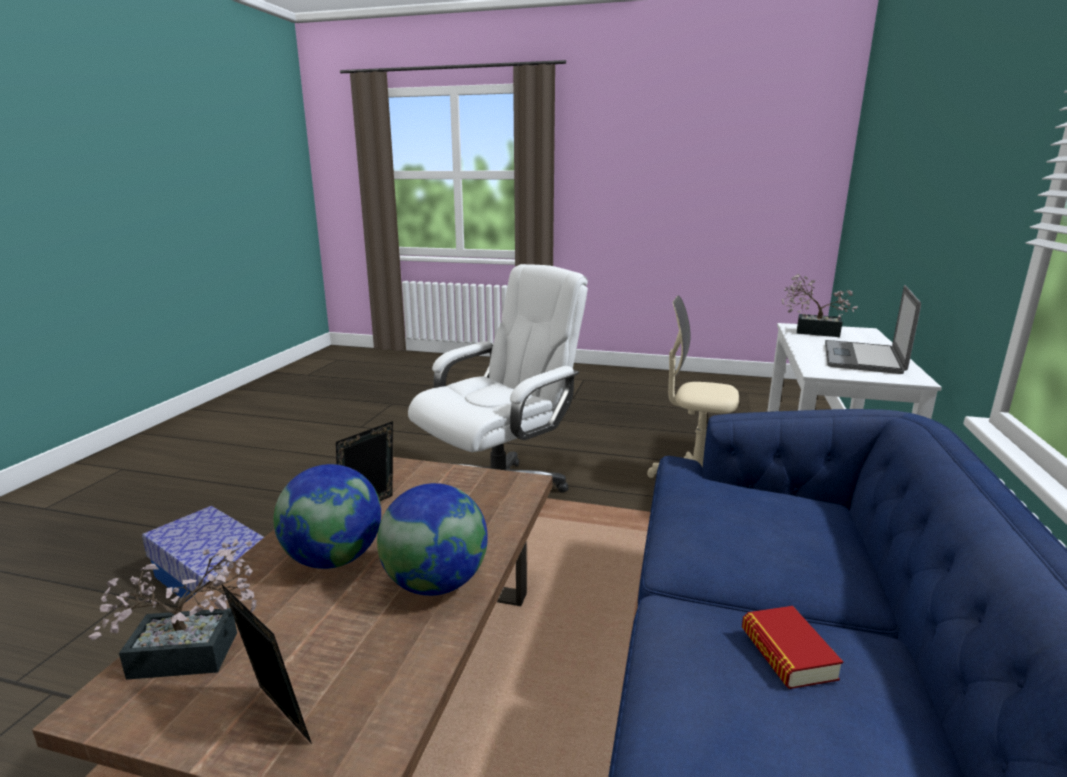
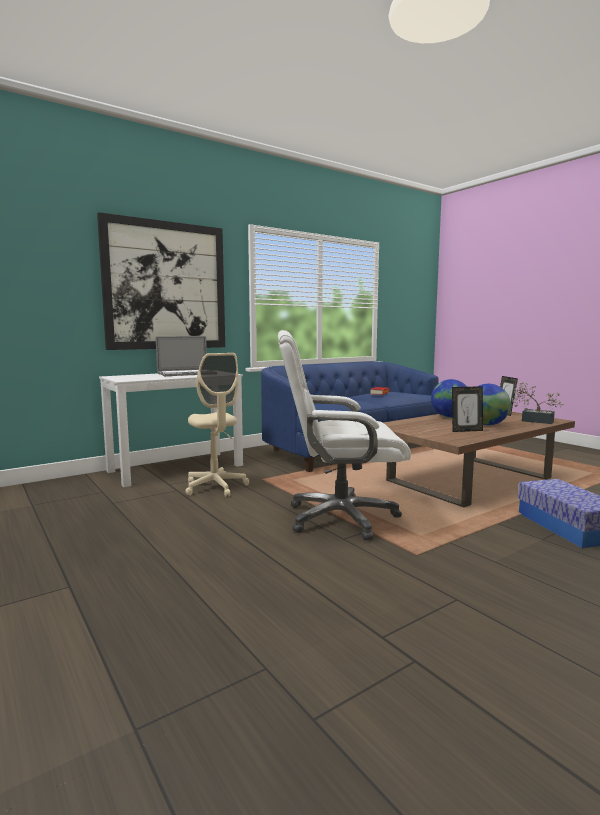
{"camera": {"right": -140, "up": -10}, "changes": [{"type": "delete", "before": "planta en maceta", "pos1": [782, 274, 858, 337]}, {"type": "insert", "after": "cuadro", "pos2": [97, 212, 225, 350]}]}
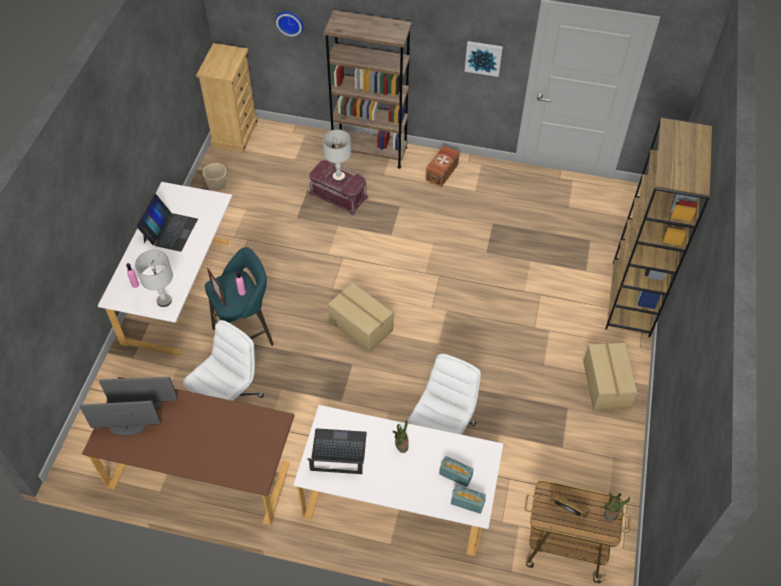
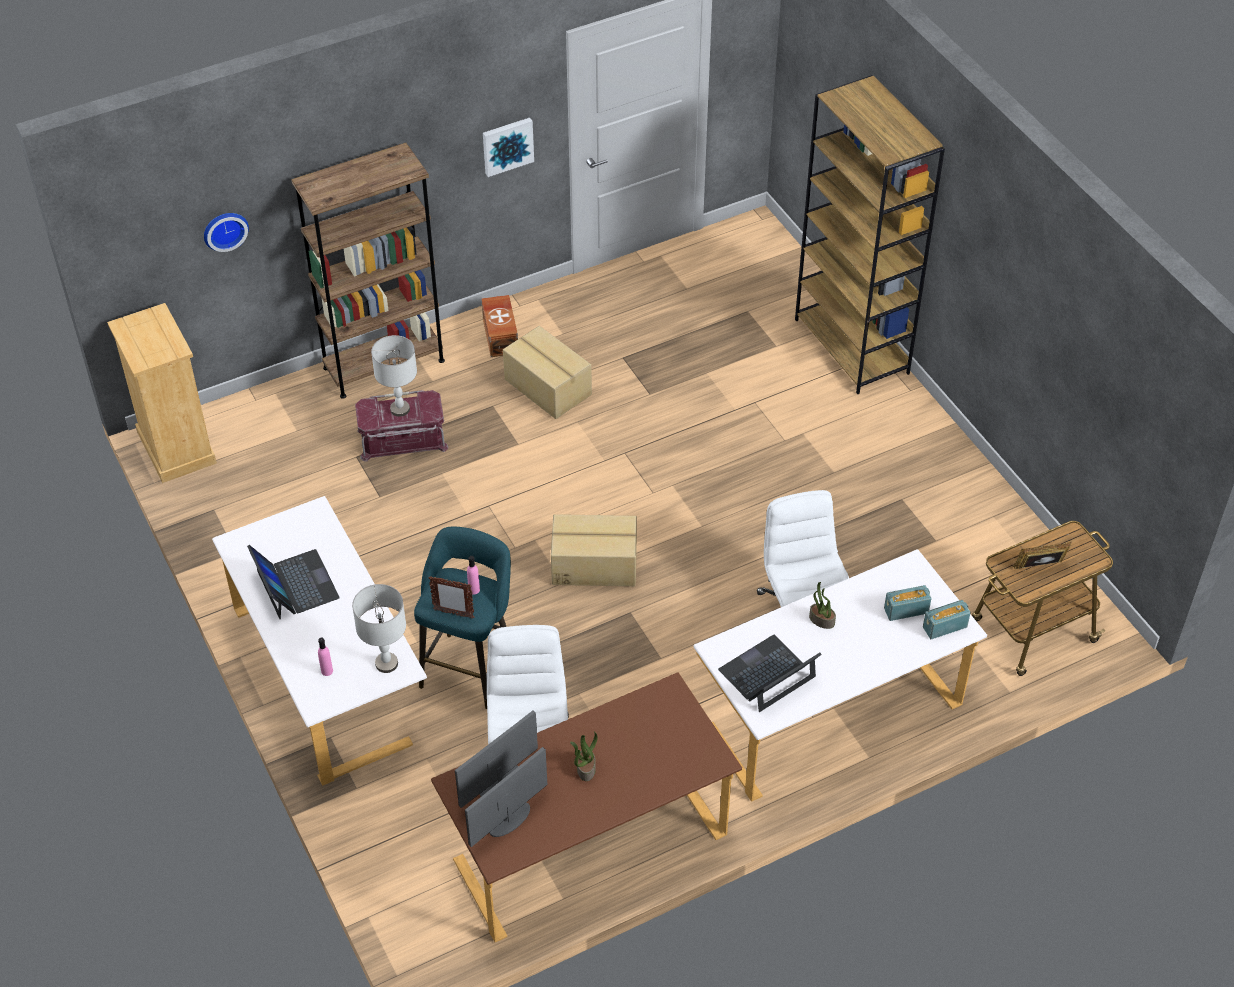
{"camera": {"right": -40, "up": -5}, "changes": [{"type": "delete", "before": "maceta [beis]", "pos1": [203, 163, 227, 191]}, {"type": "move", "before": "caja de cartón", "pos1": [583, 343, 637, 410], "pos2": [503, 326, 592, 419]}, {"type": "move", "before": "planta en maceta", "pos1": [604, 492, 630, 522], "pos2": [570, 732, 598, 781]}]}
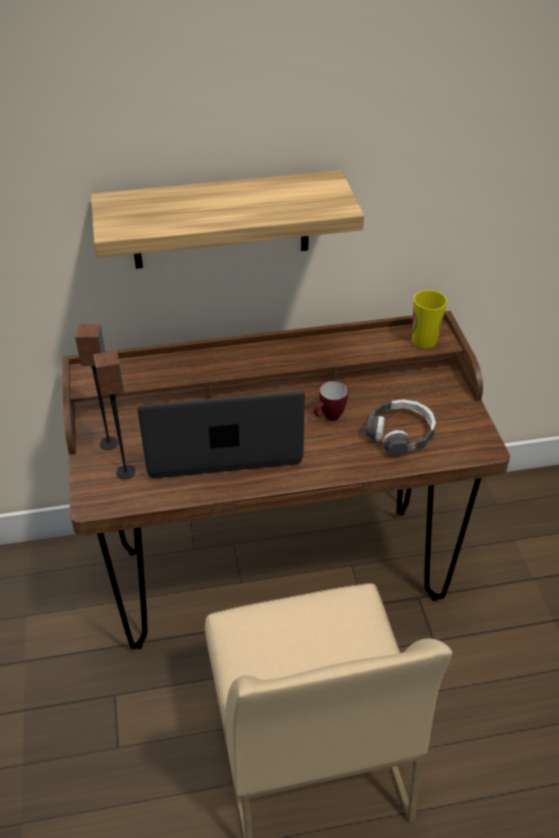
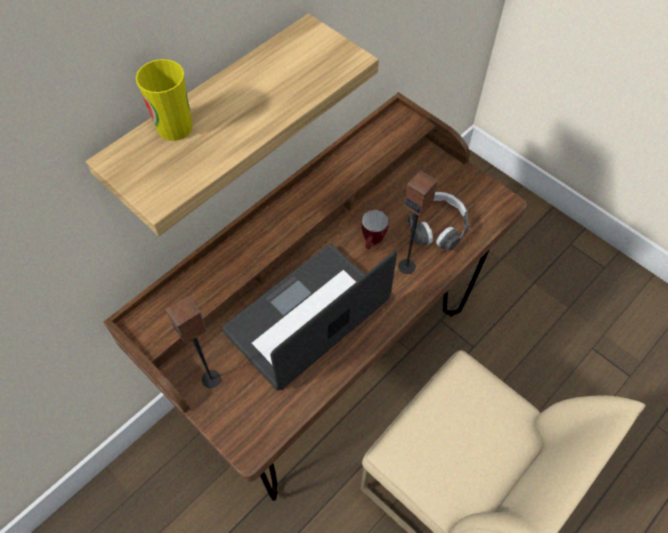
{"camera": {"right": -35, "up": 15}, "changes": [{"type": "move", "before": "altavoz", "pos1": [93, 350, 136, 479], "pos2": [398, 171, 438, 274]}, {"type": "move", "before": "taza", "pos1": [412, 290, 447, 348], "pos2": [136, 59, 193, 141]}]}
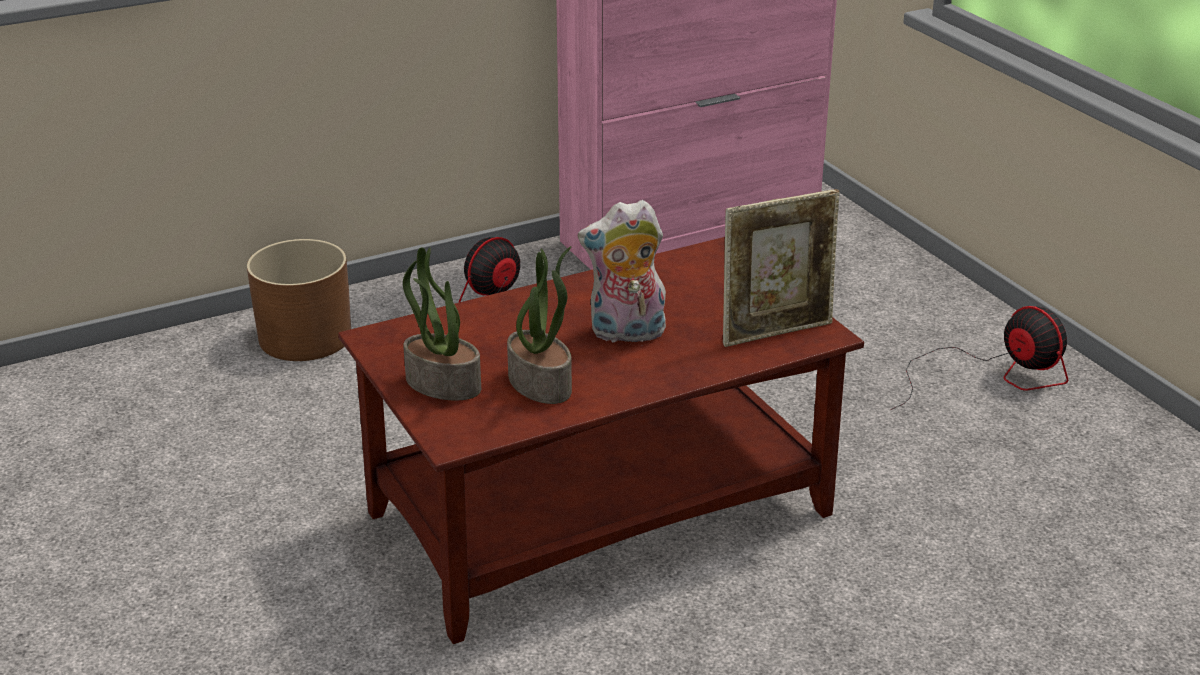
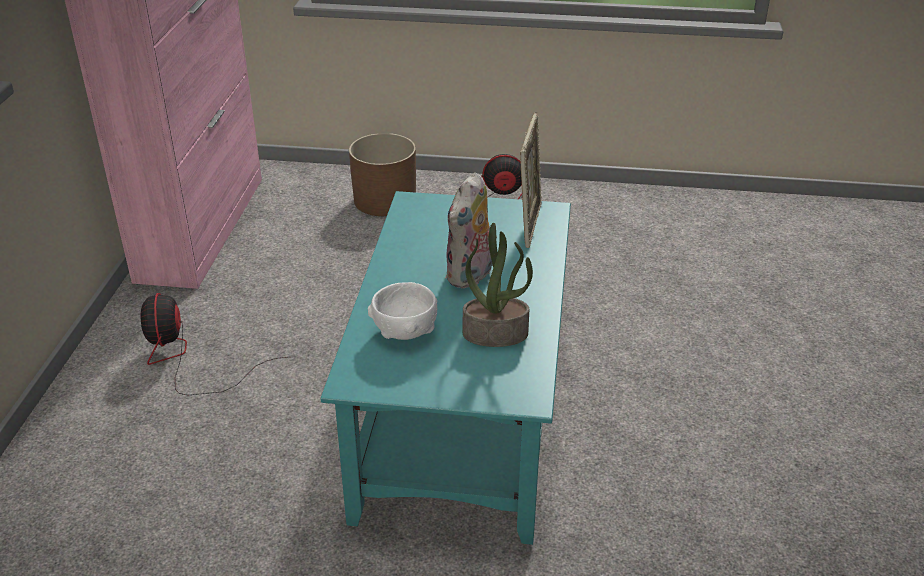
{"camera": {"right": -55, "up": 5}, "changes": [{"type": "delete", "before": "planta en maceta", "pos1": [403, 247, 481, 400]}, {"type": "insert", "after": "cuenco [blanco]", "pos2": [368, 282, 437, 340]}, {"type": "move", "before": "maceta [marrón]", "pos1": [247, 239, 351, 361], "pos2": [349, 133, 416, 216]}, {"type": "recolor", "before": "mesa de centro [marrón]", "after": "mesa de centro [turquesa]", "pos1": [338, 237, 864, 644], "pos2": [320, 191, 571, 545]}]}
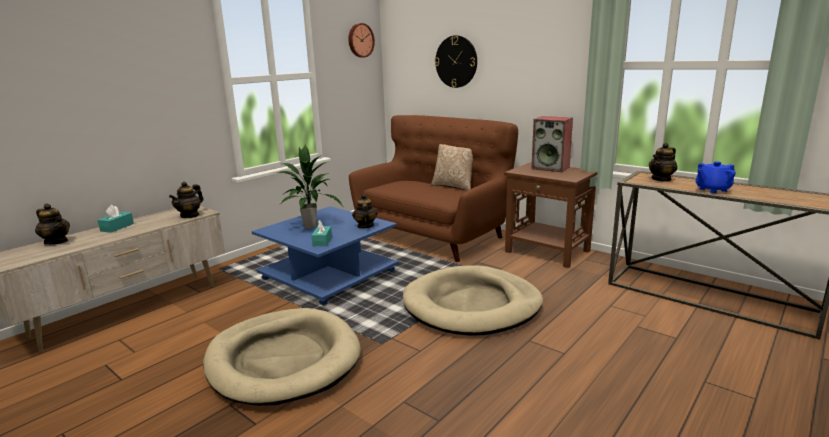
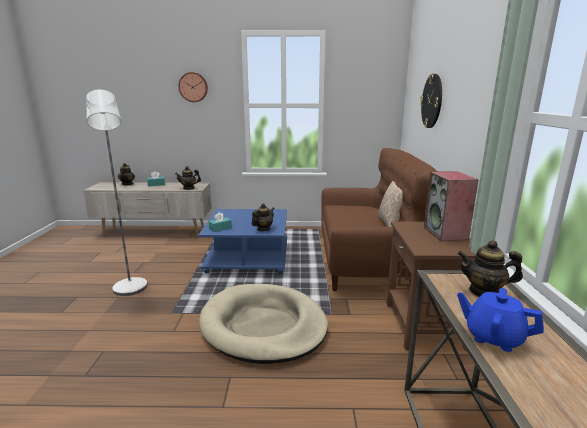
{"camera": {"right": 50, "up": 0}, "changes": [{"type": "delete", "before": "planta en maceta", "pos1": [276, 144, 343, 229]}, {"type": "move", "before": "reloj de pared", "pos1": [349, 23, 375, 58], "pos2": [178, 72, 208, 102]}, {"type": "replace", "before": "cama para perro [beis]", "after": "lámpara de pie [gris]", "pos1": [203, 308, 361, 406], "pos2": [86, 89, 148, 296]}]}
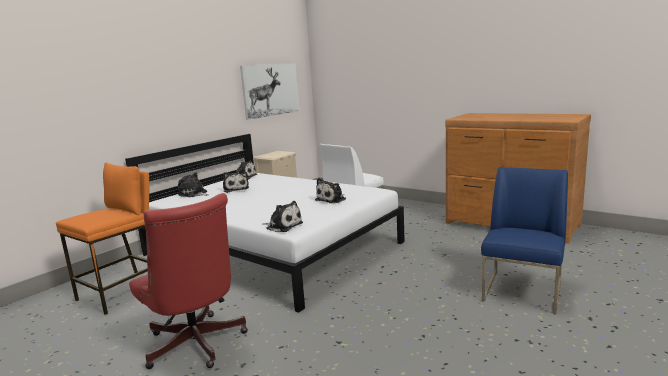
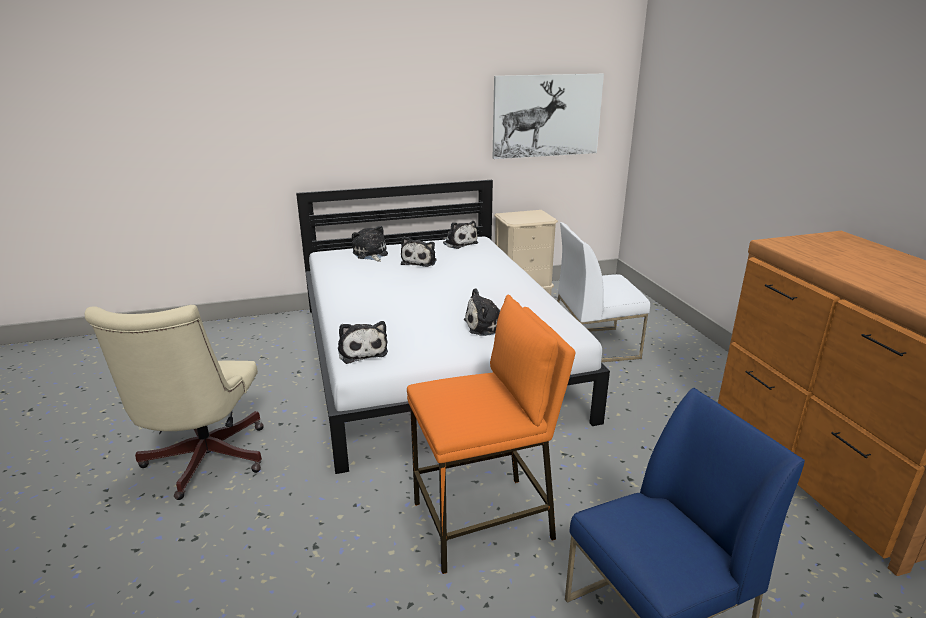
{"camera": {"right": 35, "up": 10}, "changes": [{"type": "move", "before": "taburete [naranja]", "pos1": [56, 162, 149, 315], "pos2": [407, 295, 575, 574]}, {"type": "recolor", "before": "silla de oficina [rojo]", "after": "silla de oficina [beis]", "pos1": [129, 193, 248, 369], "pos2": [85, 305, 264, 500]}]}
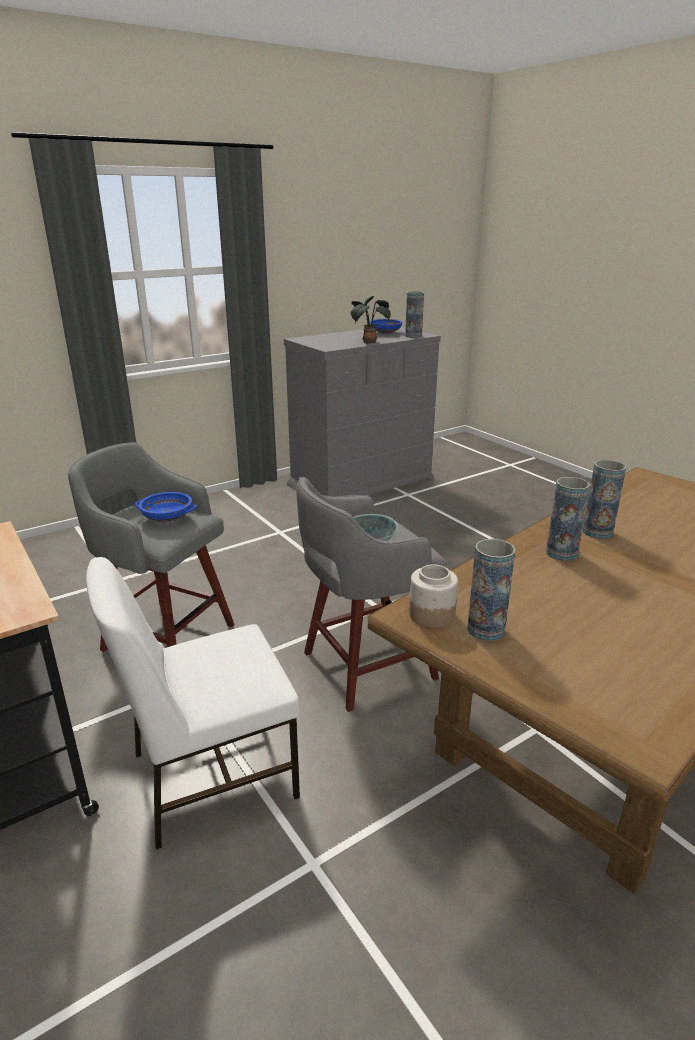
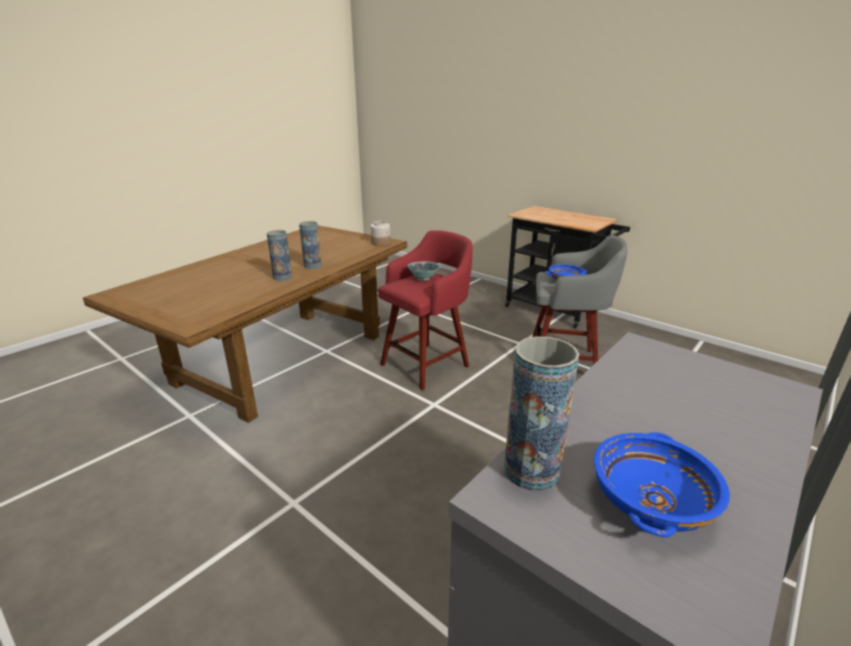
{"camera": {"right": 165, "up": 0}, "changes": [{"type": "delete", "before": "silla [blanco]", "pos1": [86, 557, 300, 849]}, {"type": "delete", "before": "planta en maceta", "pos1": [351, 296, 391, 344]}, {"type": "delete", "before": "florero", "pos1": [467, 539, 515, 641]}, {"type": "recolor", "before": "taburete [gris]", "after": "taburete [rojo]", "pos1": [296, 477, 446, 712], "pos2": [378, 230, 473, 391]}]}
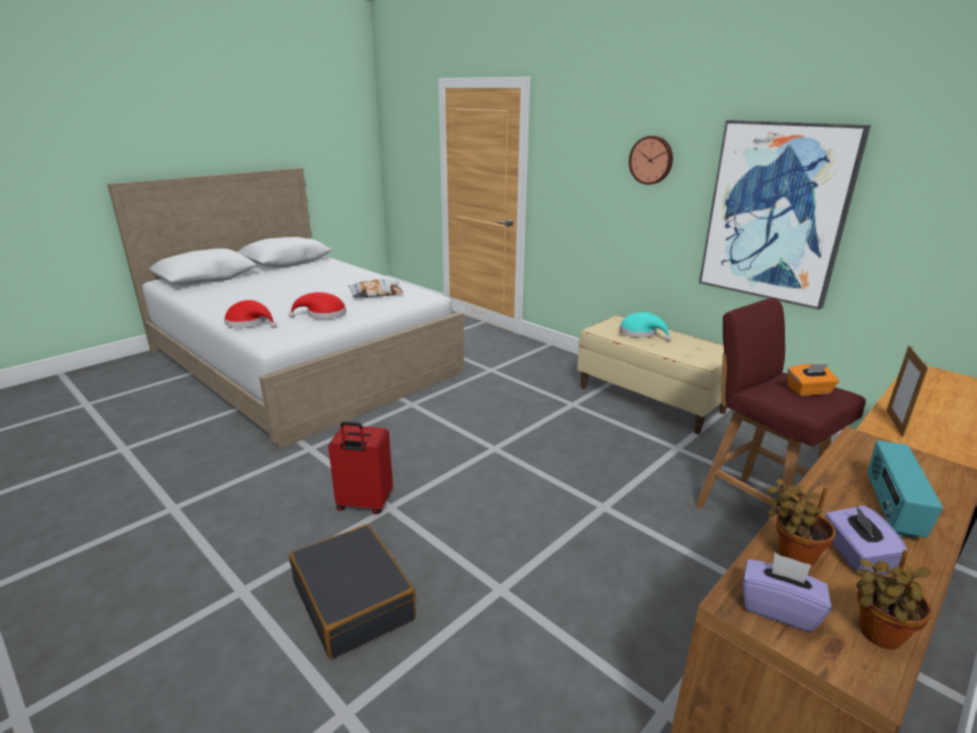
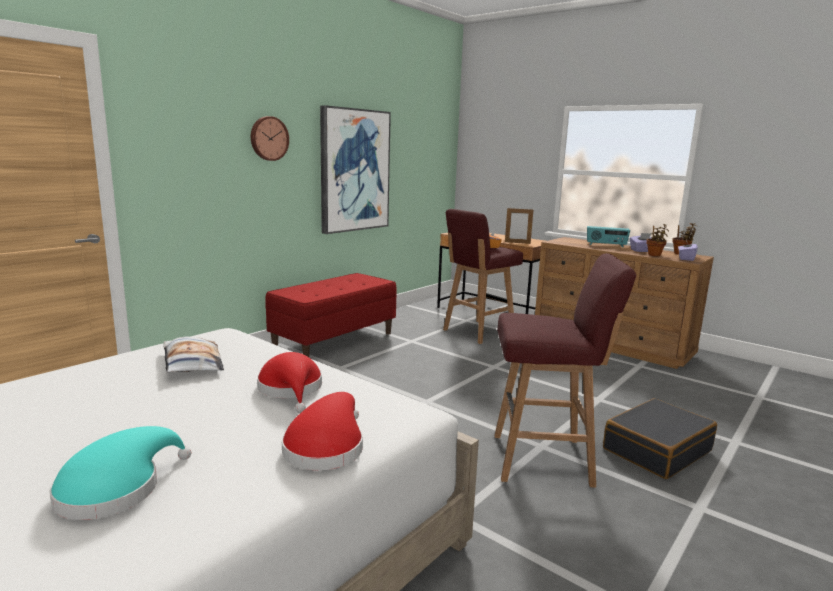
{"camera": {"right": -95, "up": -10}, "changes": [{"type": "move", "before": "sombrero [turquesa]", "pos1": [619, 312, 671, 341], "pos2": [49, 426, 191, 520]}, {"type": "replace", "before": "maleta [rojo]", "after": "taburete [rojo]", "pos1": [328, 421, 393, 514], "pos2": [495, 253, 636, 488]}, {"type": "recolor", "before": "banco [beis]", "after": "banco [rojo]", "pos1": [577, 315, 727, 434], "pos2": [265, 273, 397, 357]}]}
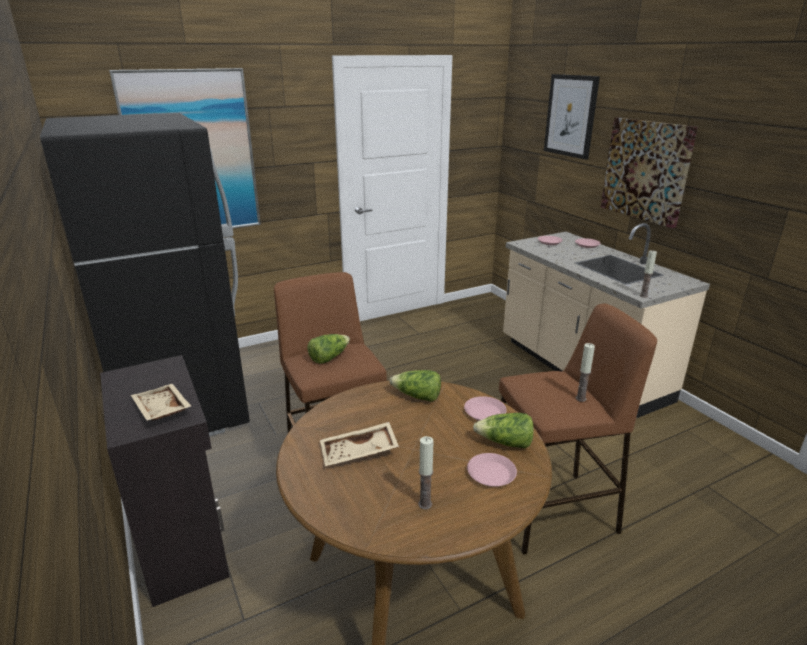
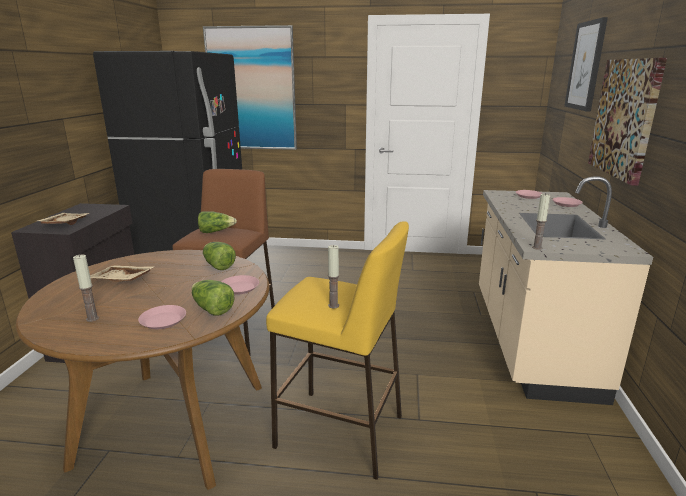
{"camera": {"right": 35, "up": -5}, "changes": [{"type": "recolor", "before": "taburete [marrón]", "after": "taburete [amarillo]", "pos1": [499, 304, 657, 555], "pos2": [266, 221, 409, 480]}]}
